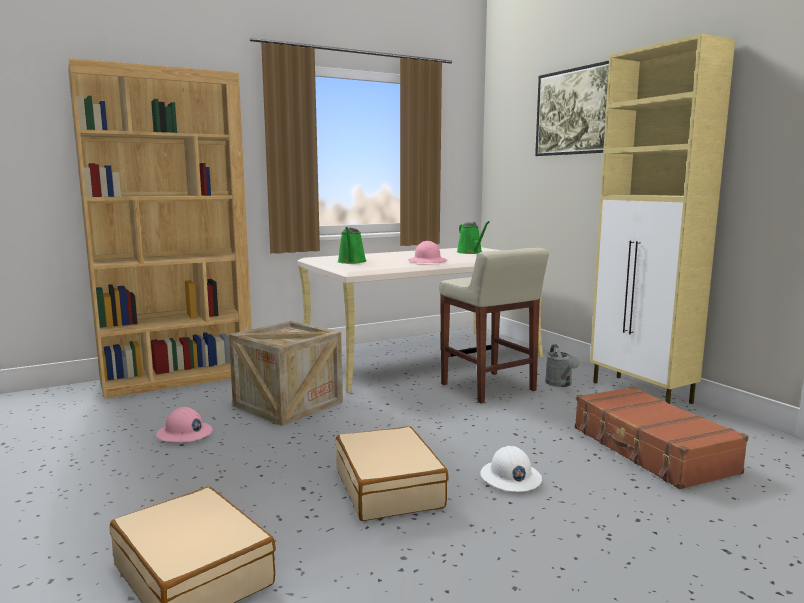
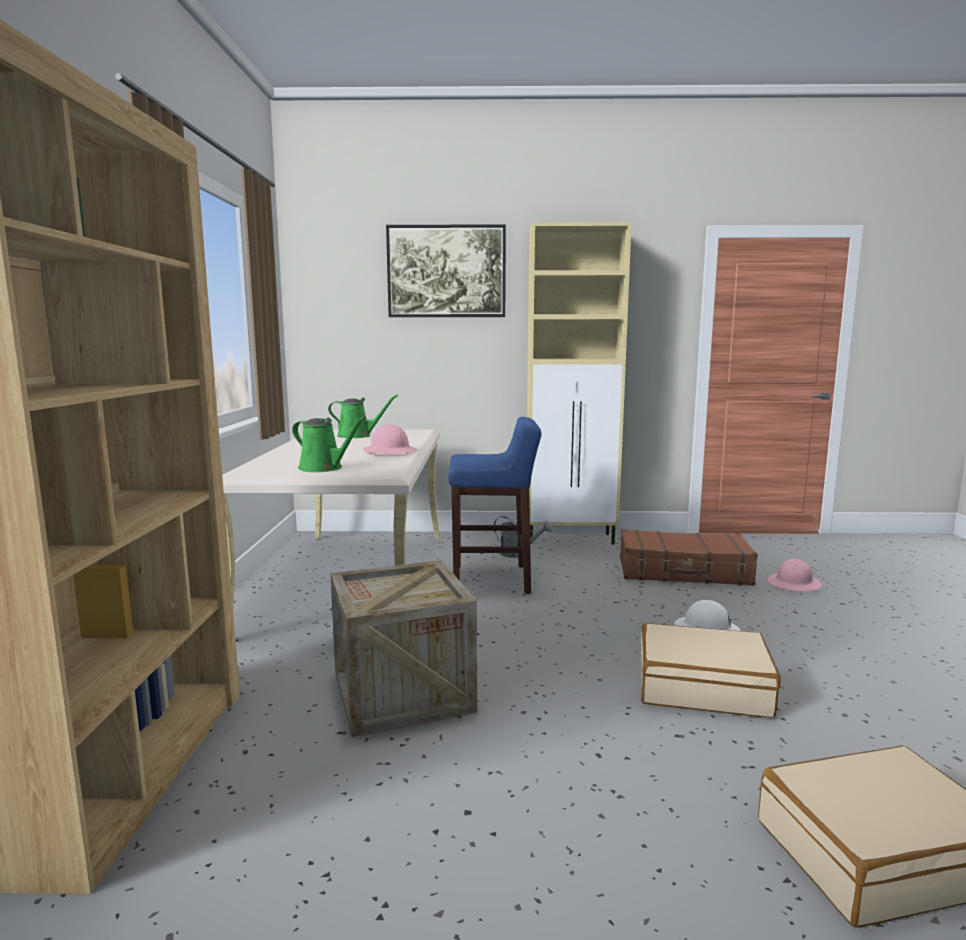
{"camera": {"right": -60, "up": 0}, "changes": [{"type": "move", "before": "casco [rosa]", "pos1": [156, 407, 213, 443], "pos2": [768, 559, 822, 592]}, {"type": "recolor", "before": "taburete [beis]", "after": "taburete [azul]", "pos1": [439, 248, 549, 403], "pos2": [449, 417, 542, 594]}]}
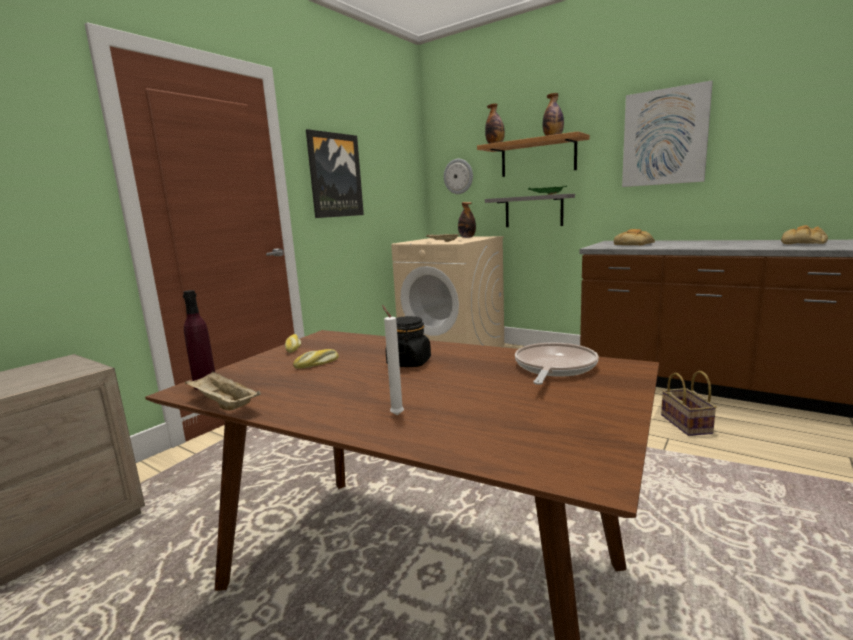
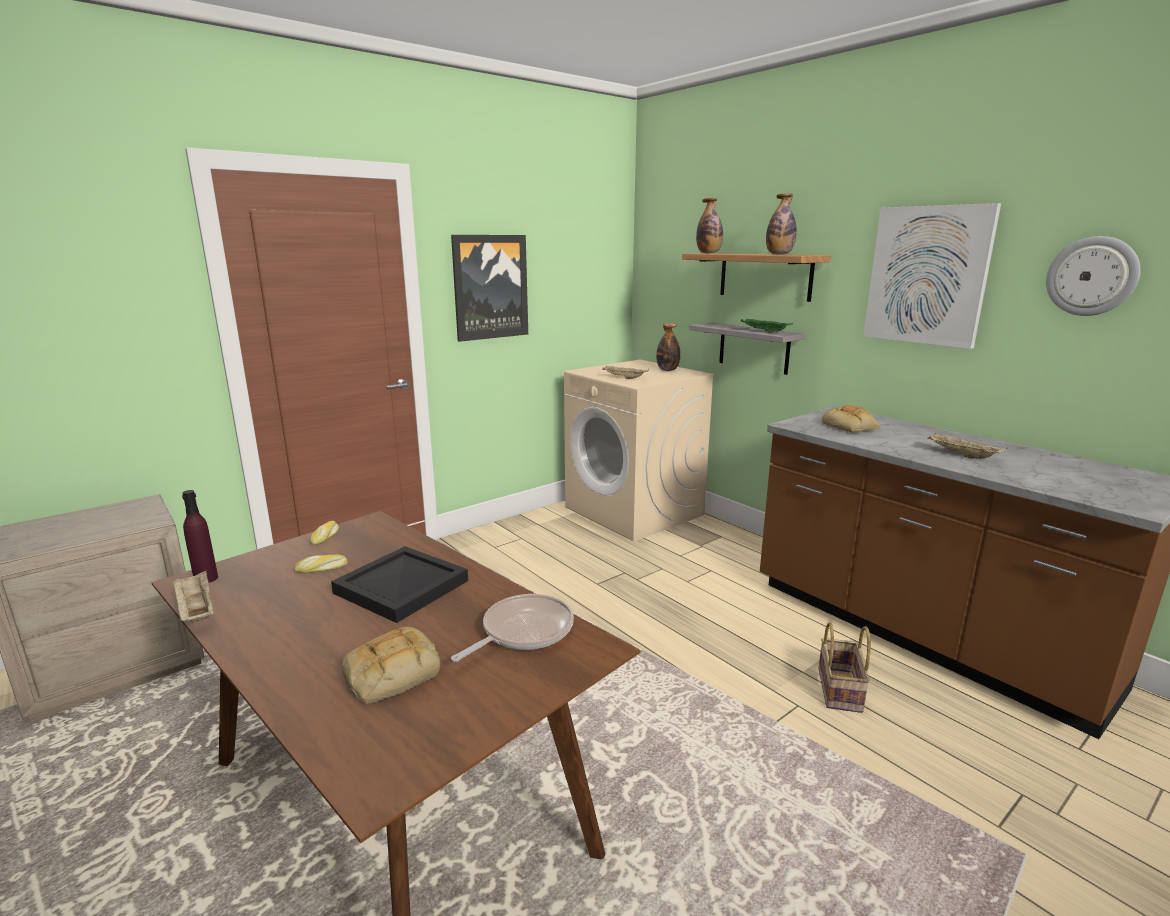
{"camera": {"right": 15, "up": 5}, "changes": [{"type": "delete", "before": "vela [blanco]", "pos1": [382, 305, 404, 416]}, {"type": "insert", "after": "bandeja [beis]", "pos2": [927, 432, 1007, 459]}, {"type": "move", "before": "reloj de pared", "pos1": [444, 159, 473, 194], "pos2": [1046, 236, 1140, 316]}, {"type": "move", "before": "pan", "pos1": [781, 225, 828, 244], "pos2": [342, 627, 441, 704]}, {"type": "replace", "before": "tarro [negro]", "after": "bandeja [negro]", "pos1": [386, 316, 431, 367], "pos2": [331, 546, 468, 623]}]}
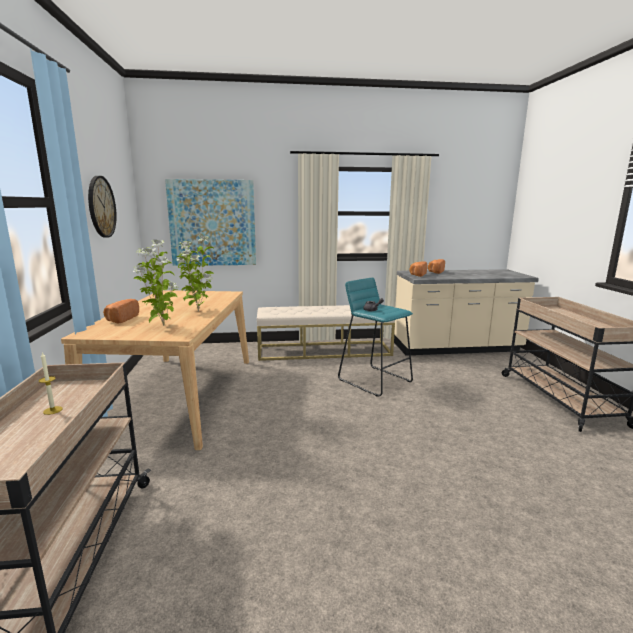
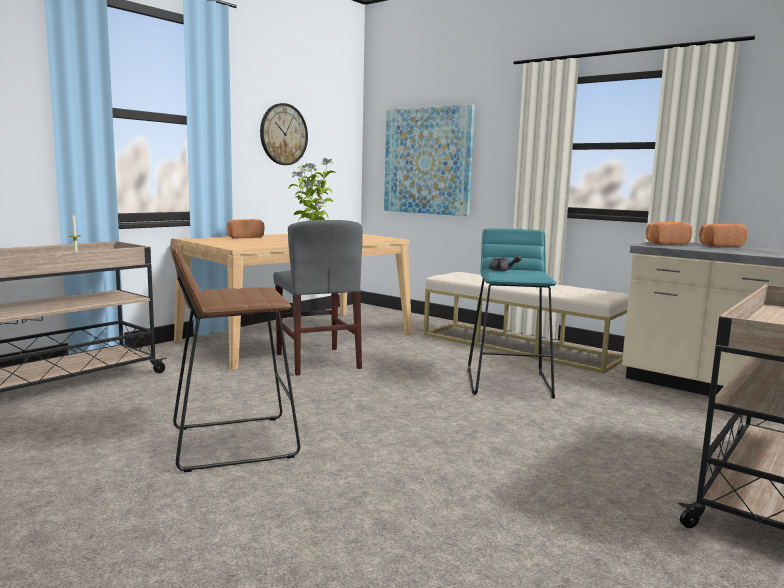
{"camera": {"right": 45, "up": -5}, "changes": [{"type": "delete", "before": "planta en maceta", "pos1": [133, 239, 178, 326]}, {"type": "insert", "after": "taburete [marrón]", "pos2": [170, 239, 300, 473]}, {"type": "insert", "after": "silla [gris]", "pos2": [274, 220, 363, 376]}]}
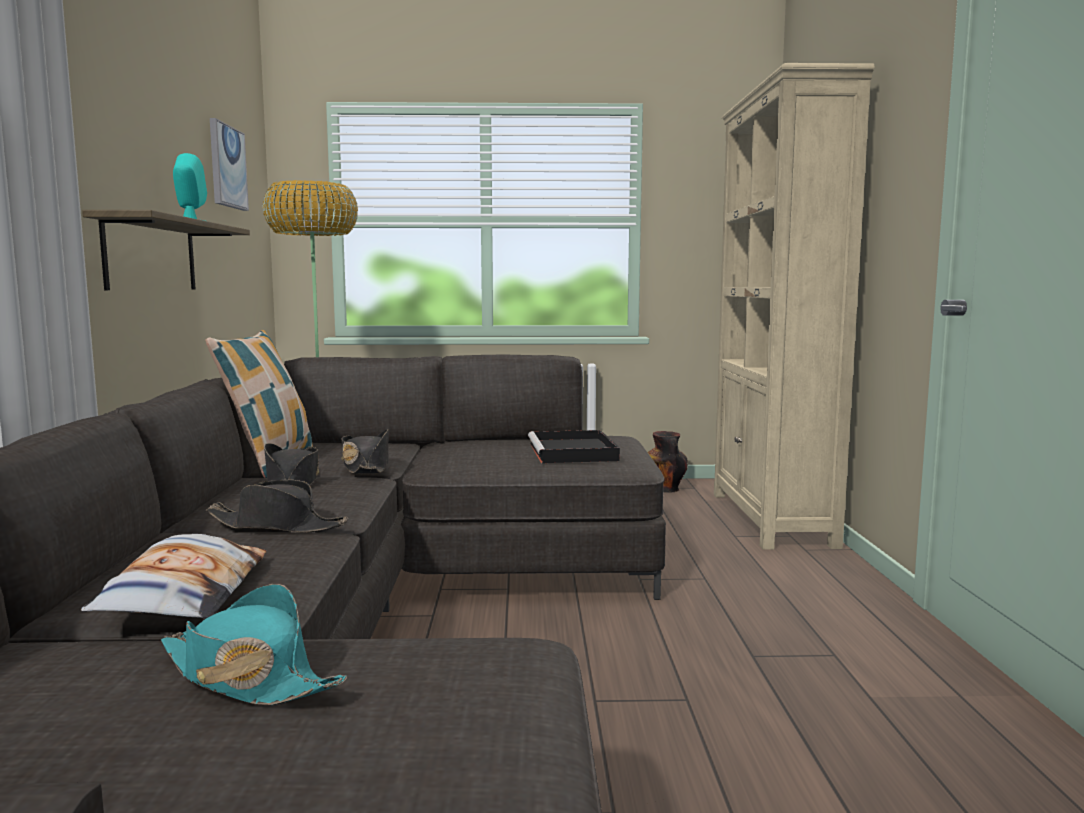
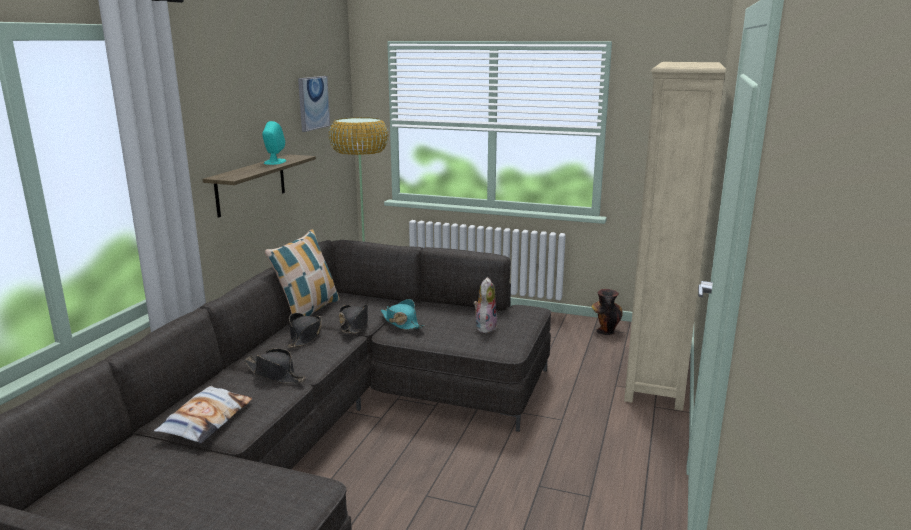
{"camera": {"right": 20, "up": 10}, "changes": [{"type": "move", "before": "sombrero [turquesa]", "pos1": [161, 584, 347, 705], "pos2": [381, 299, 425, 330]}, {"type": "replace", "before": "bandeja [negro]", "after": "peluche", "pos1": [528, 430, 620, 463], "pos2": [474, 277, 497, 333]}]}
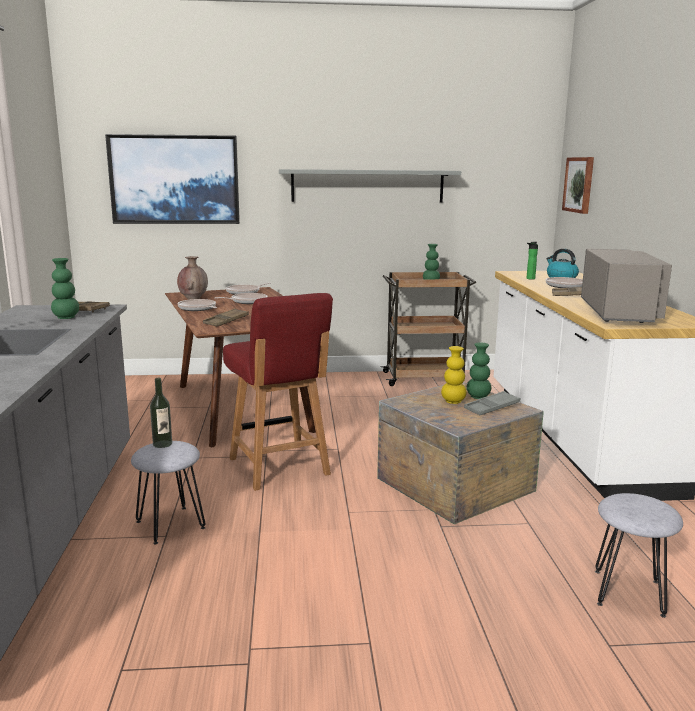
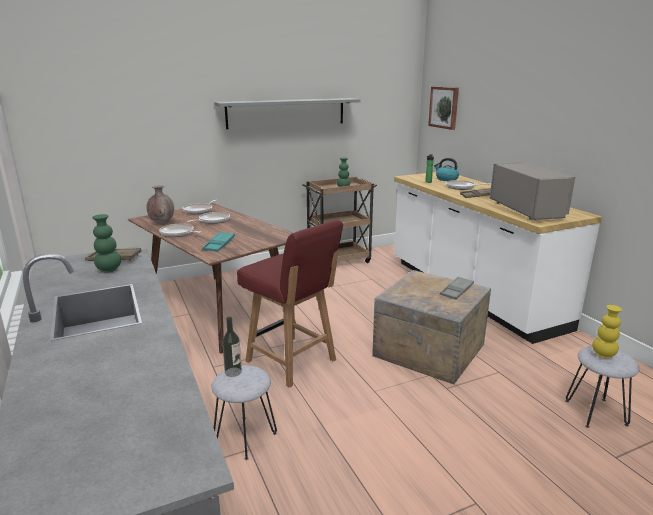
{"camera": {"right": -20, "up": 5}, "changes": [{"type": "delete", "before": "cuadro", "pos1": [105, 134, 240, 224]}, {"type": "delete", "before": "florero [verde]", "pos1": [467, 342, 491, 399]}, {"type": "move", "before": "florero [amarillo]", "pos1": [441, 346, 466, 404], "pos2": [592, 305, 622, 358]}, {"type": "recolor", "before": "bandeja [marrón]", "after": "bandeja [turquesa]", "pos1": [203, 308, 249, 326], "pos2": [202, 232, 235, 252]}]}
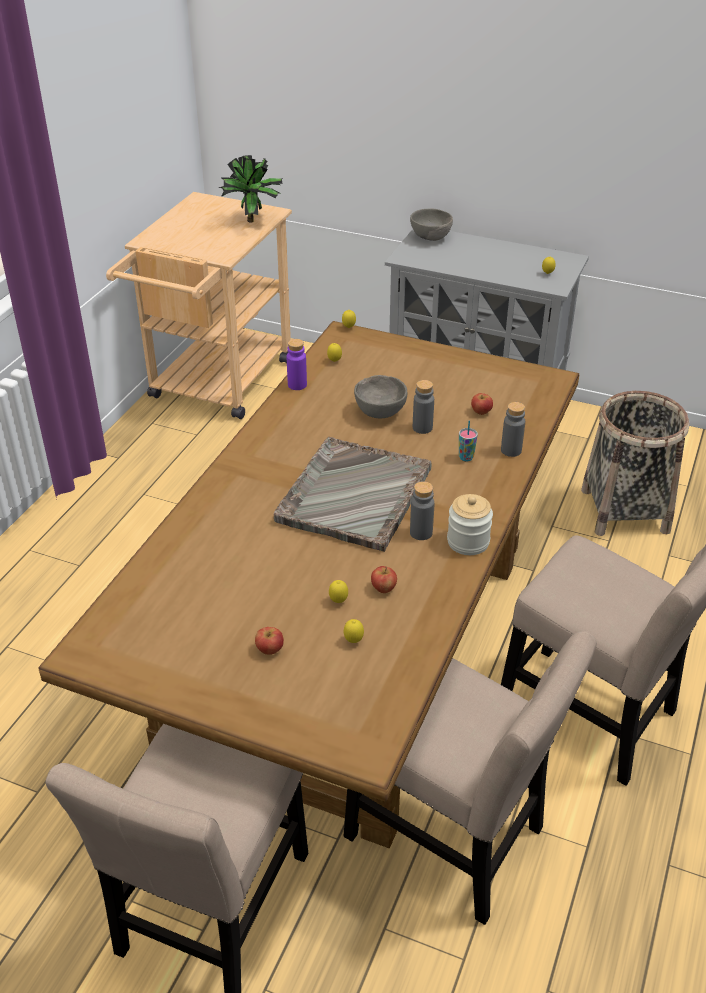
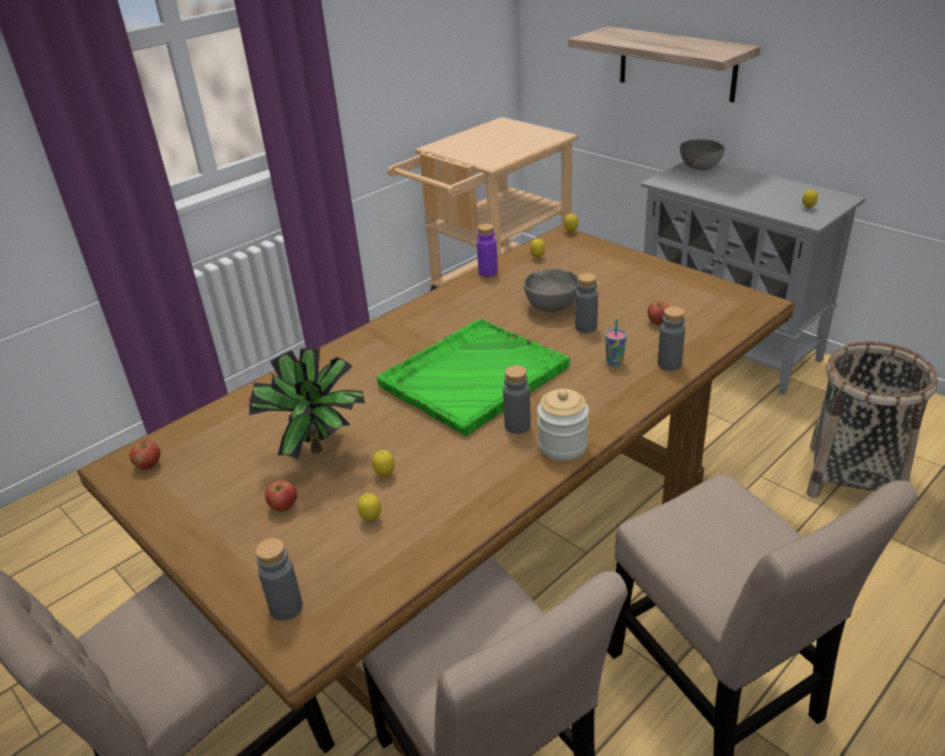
{"camera": {"right": 25, "up": -5}, "changes": [{"type": "insert", "after": "botella [gris]", "pos2": [256, 538, 303, 621]}, {"type": "insert", "after": "estante", "pos2": [568, 26, 761, 102]}, {"type": "move", "before": "planta en maceta", "pos1": [219, 155, 283, 223], "pos2": [249, 348, 365, 459]}, {"type": "move", "before": "manzana", "pos1": [371, 566, 397, 593], "pos2": [129, 440, 160, 470]}, {"type": "recolor", "before": "bandeja [gris]", "after": "bandeja [verde]", "pos1": [274, 437, 431, 552], "pos2": [377, 319, 570, 437]}]}
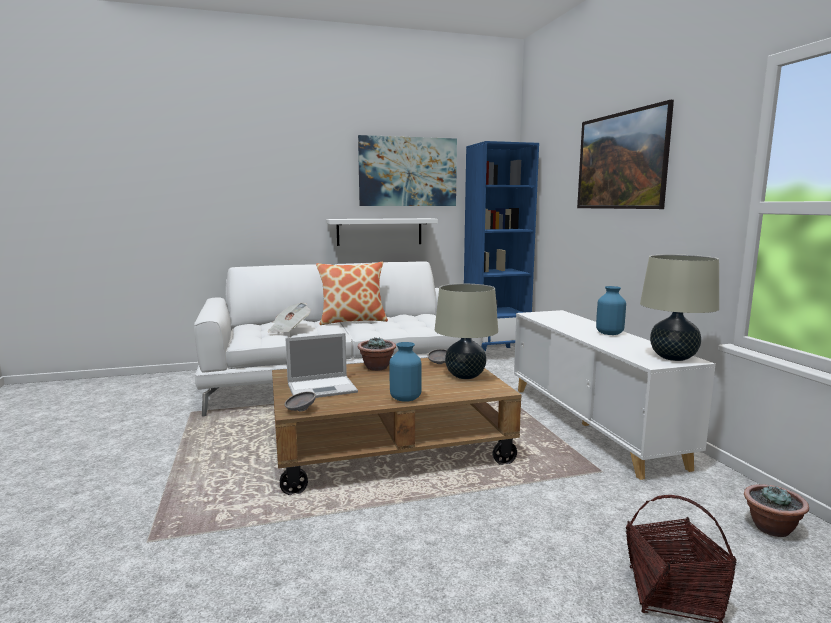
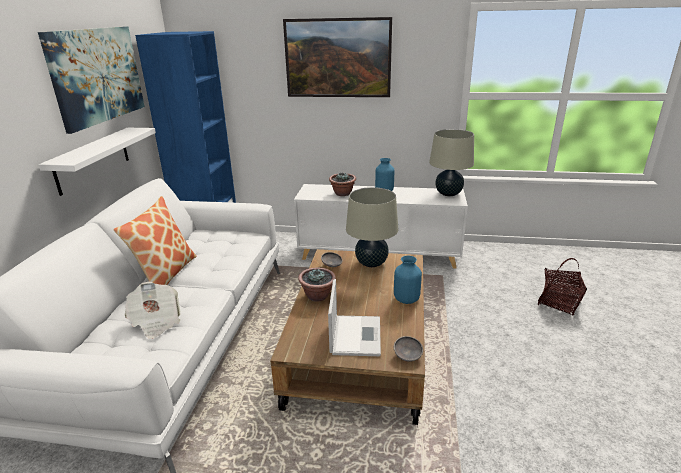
{"camera": {"right": -65, "up": 15}, "changes": [{"type": "move", "before": "planta en maceta", "pos1": [744, 484, 809, 537], "pos2": [329, 172, 356, 196]}]}
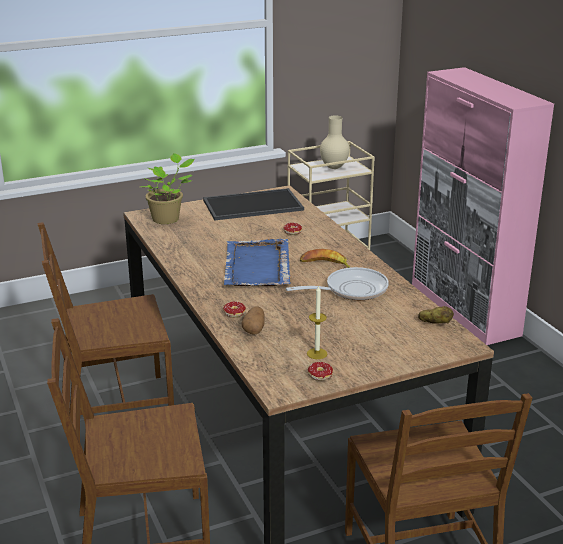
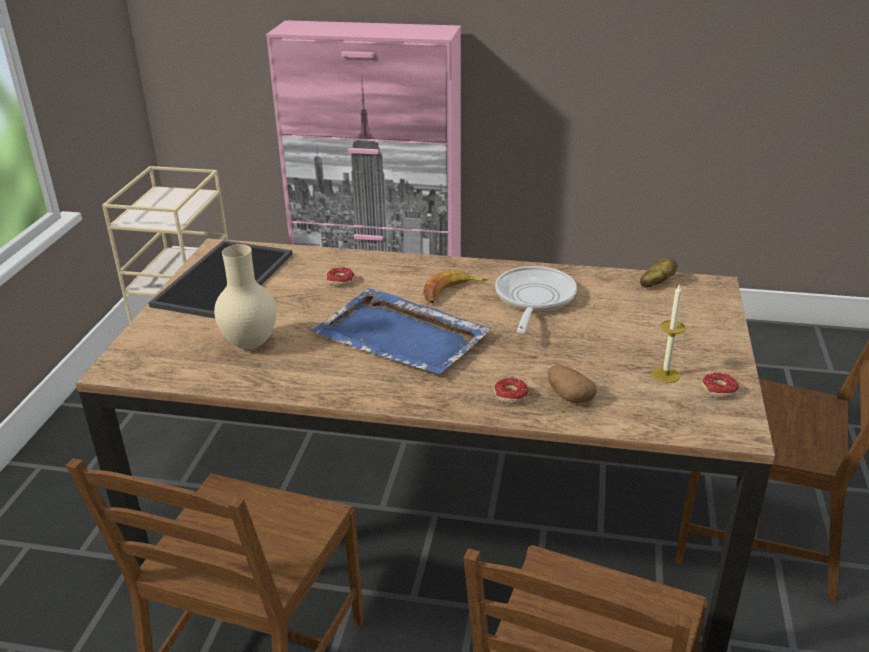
{"camera": {"right": -55, "up": 5}, "changes": [{"type": "delete", "before": "planta en maceta", "pos1": [140, 153, 195, 224]}, {"type": "move", "before": "florero [beis]", "pos1": [320, 115, 350, 169], "pos2": [214, 244, 276, 349]}]}
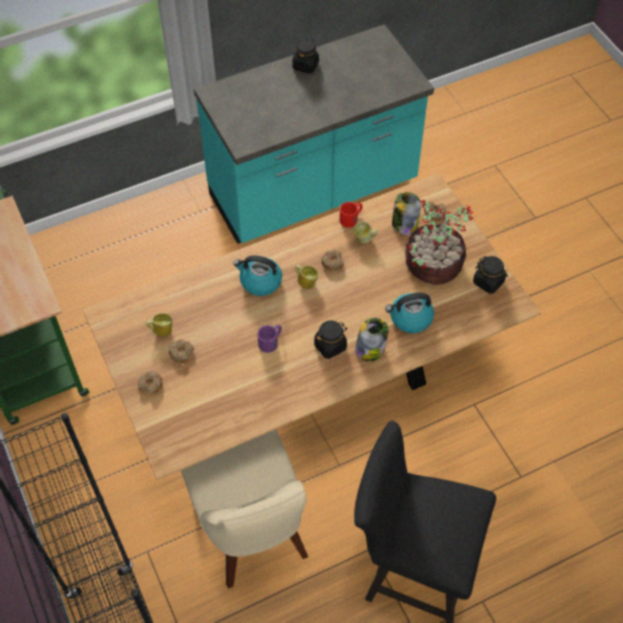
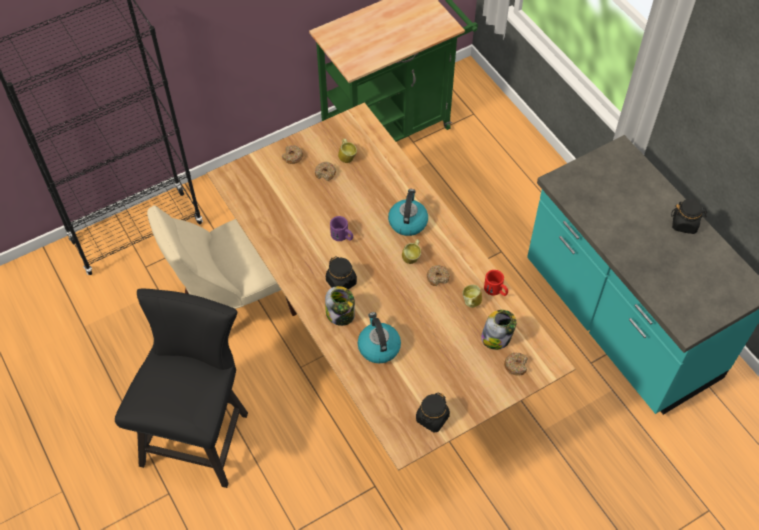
{"camera": {"right": 85, "up": 0}, "changes": [{"type": "delete", "before": "planta en maceta", "pos1": [405, 200, 474, 285]}]}
